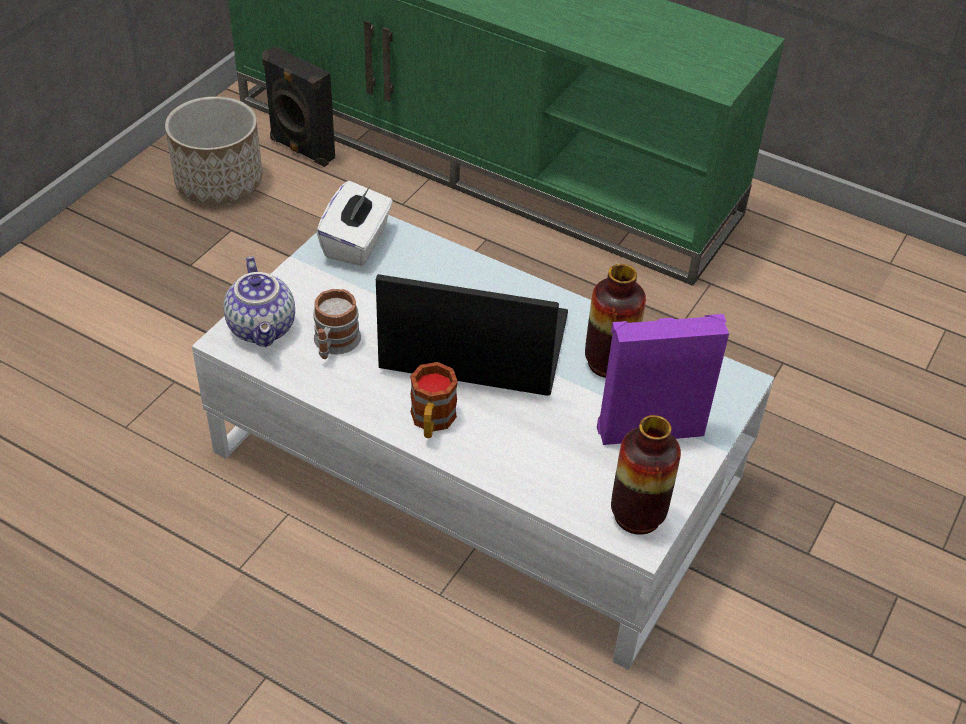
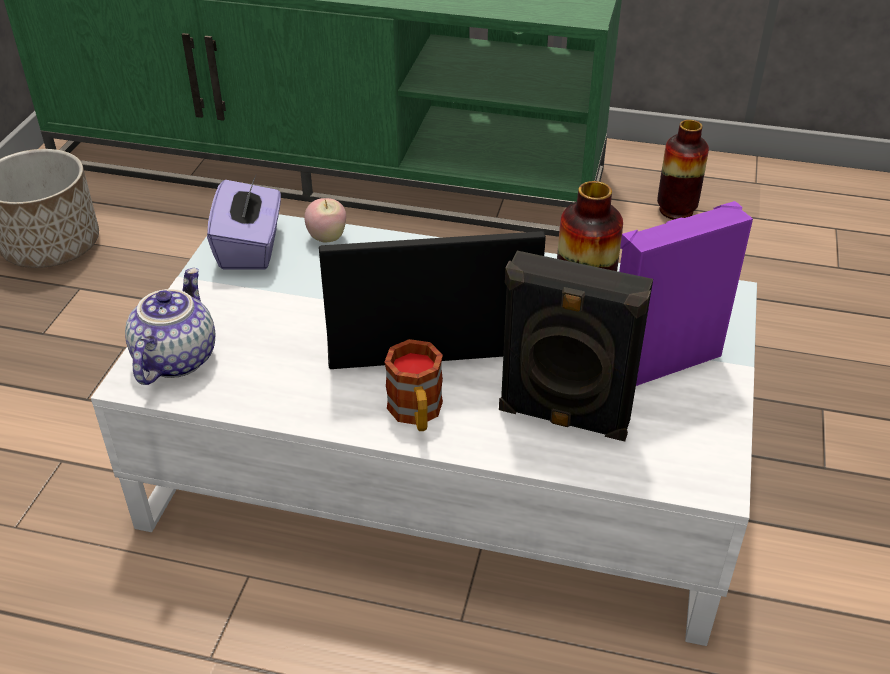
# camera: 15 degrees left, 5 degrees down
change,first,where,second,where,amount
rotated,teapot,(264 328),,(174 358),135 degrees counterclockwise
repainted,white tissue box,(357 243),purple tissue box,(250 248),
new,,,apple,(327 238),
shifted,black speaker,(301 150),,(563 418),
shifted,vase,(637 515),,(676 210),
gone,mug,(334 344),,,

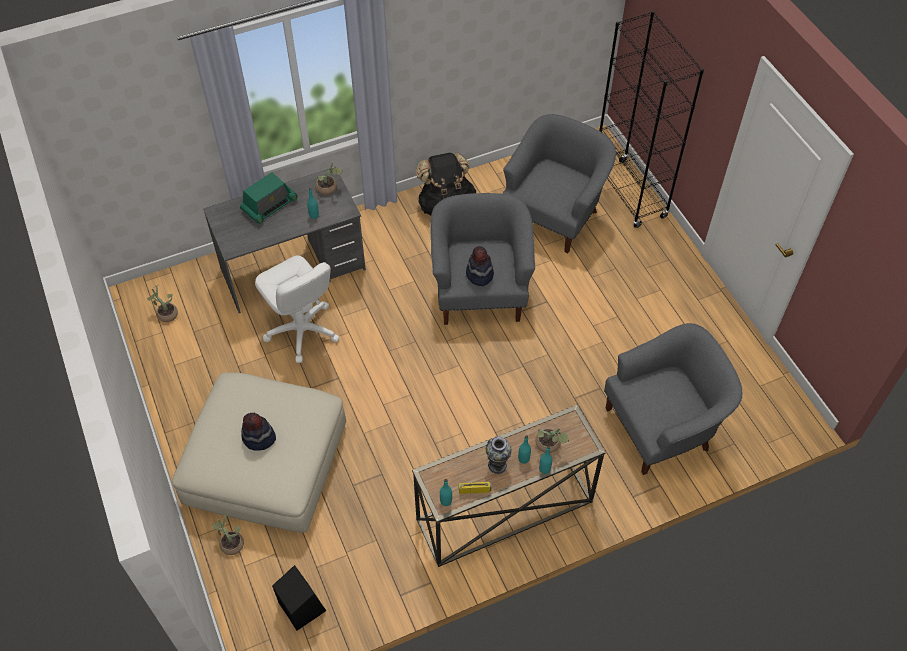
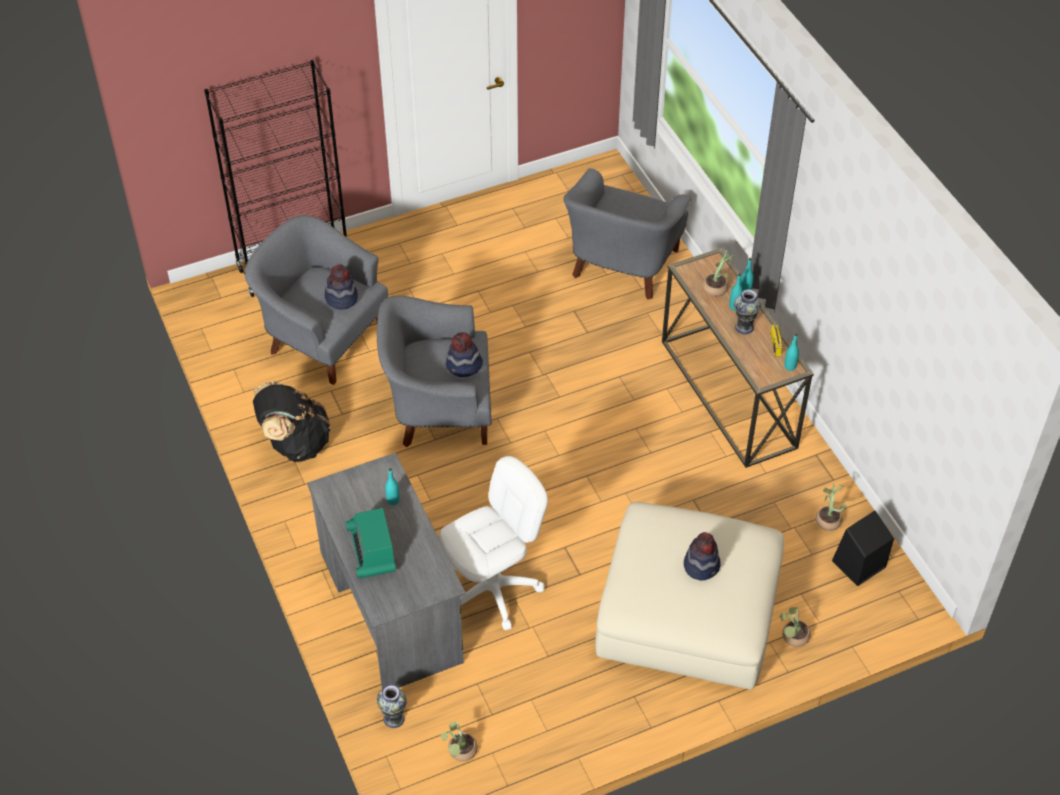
# camera: 90 degrees left, 5 degrees down
change,first,where,second,where,amount
new,,,hat,(341 298),
rotated,radio,(269 205),,(372 550),150 degrees counterclockwise
new,,,vase,(393 719),
rotated,grey armchair,(662 428),,(622 266),135 degrees counterclockwise
shifted,potted plant,(329 188),,(828 518),

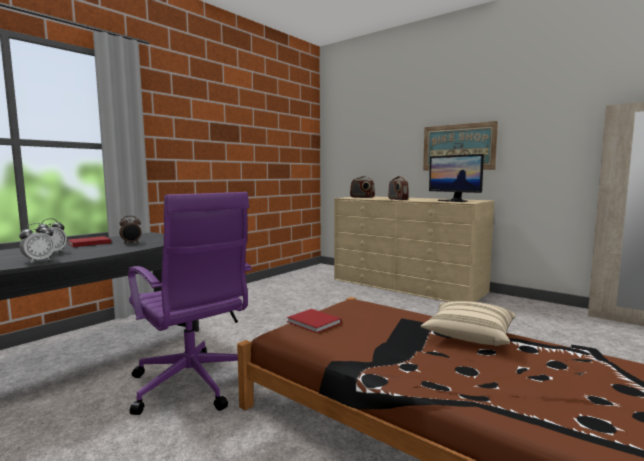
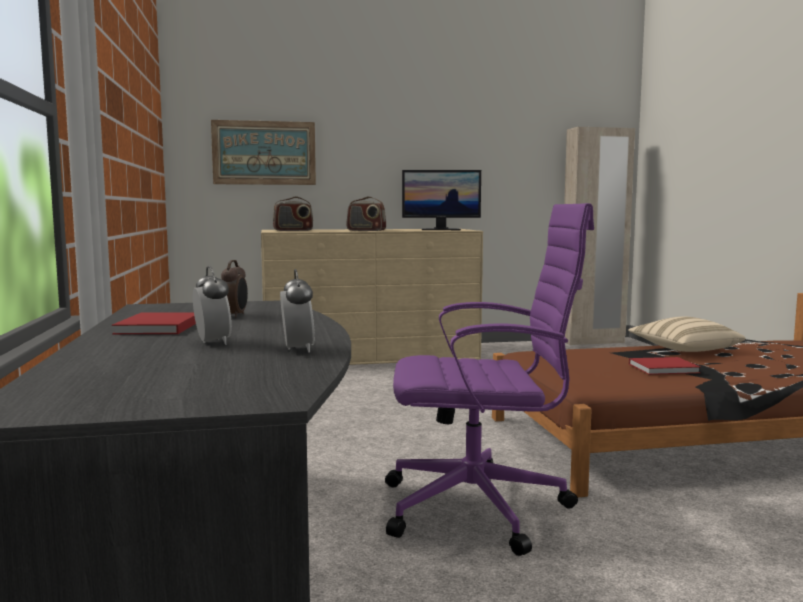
# camera: 50 degrees left, 0 degrees up
change,first,where,second,where,amount
shifted,picture,(458 147),,(264 153),
shifted,red book,(315 323),,(665 368),

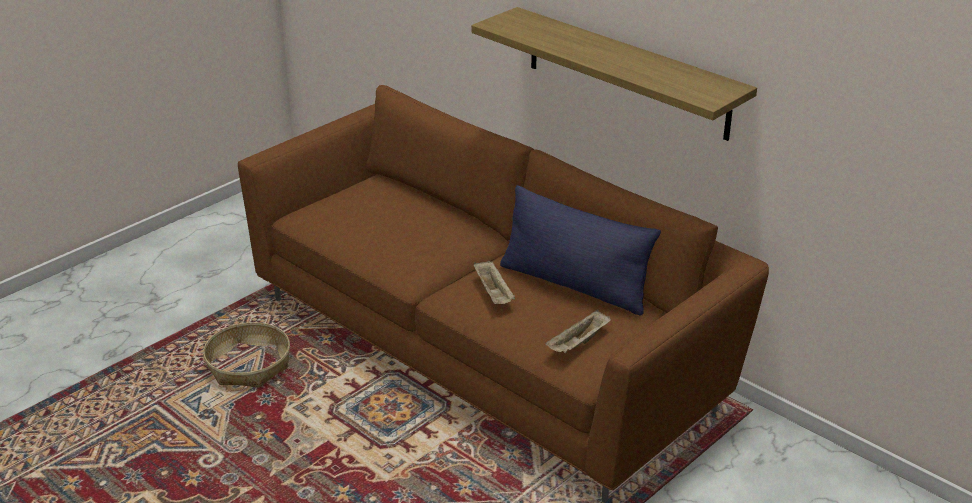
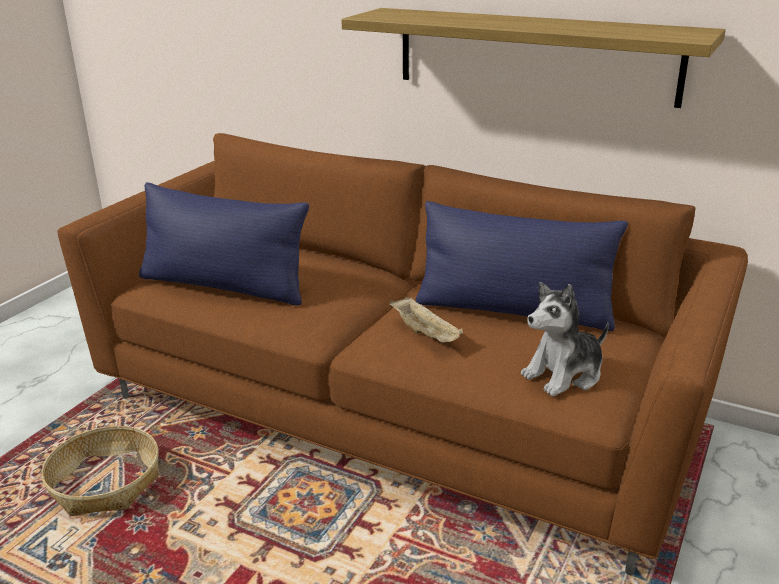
# camera: 15 degrees left, 5 degrees down
change,first,where,second,where,amount
new,,,blue pillow,(224 286),
swapped,beige tray,(578 344),plush toy,(564 375),

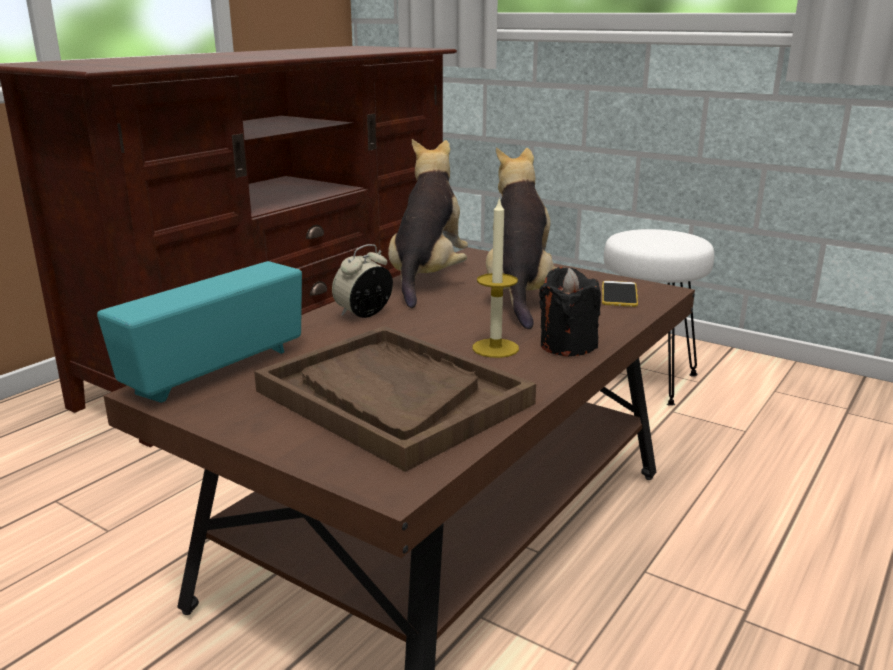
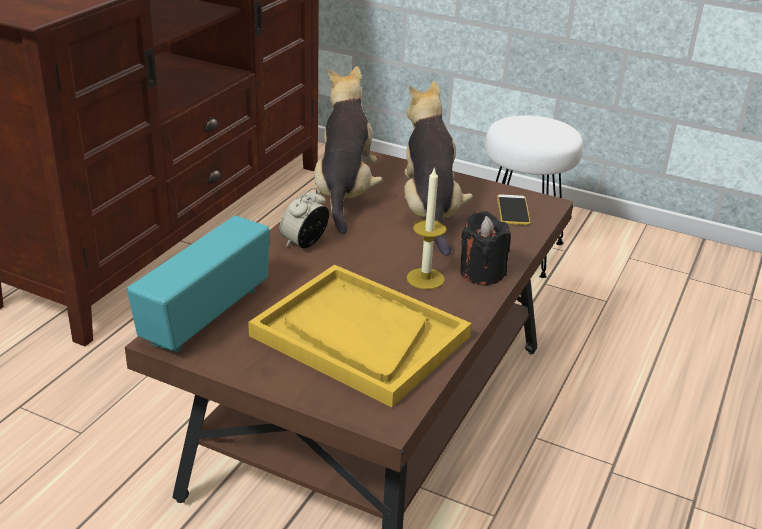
# camera: 10 degrees left, 10 degrees up
change,first,where,second,where,amount
repainted,brown tray,(392 397),yellow tray,(359 336),

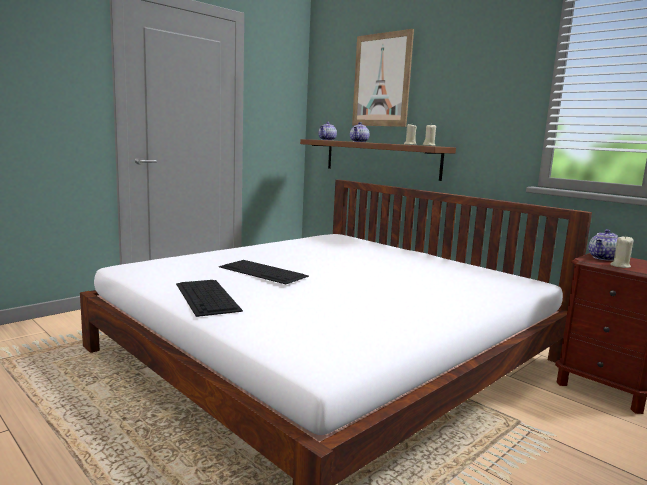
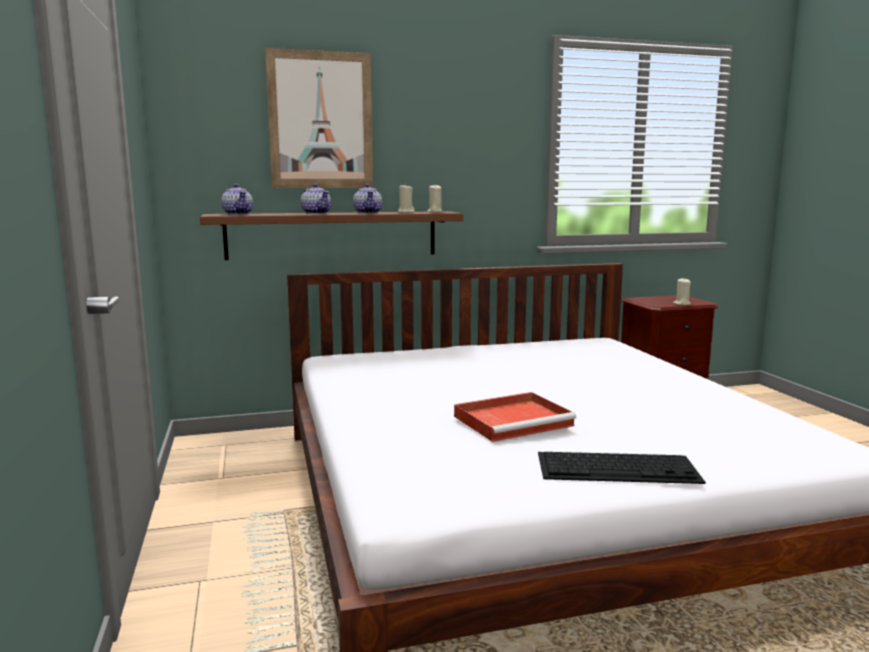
# camera: 60 degrees left, 0 degrees up
change,first,where,second,where,amount
shifted,teapot,(603 258),,(368 213),
swapped,keyboard,(264 271),red tray,(514 420),

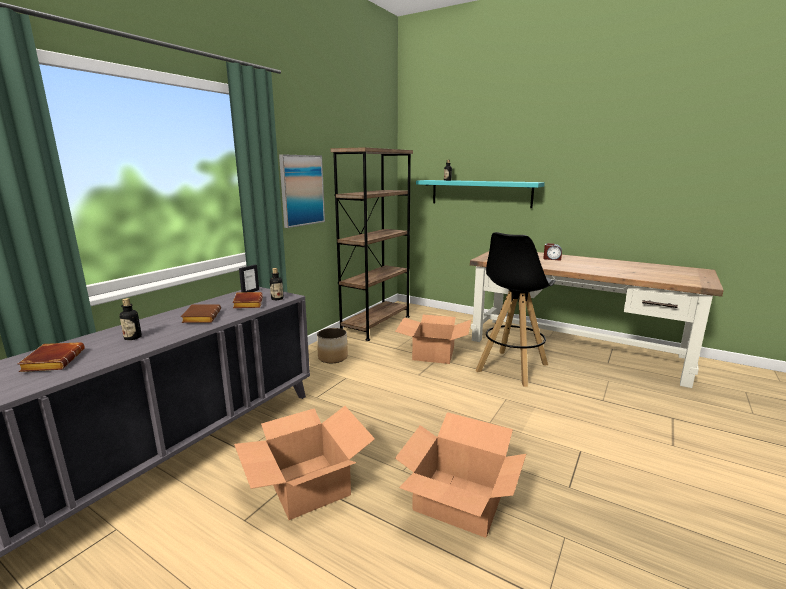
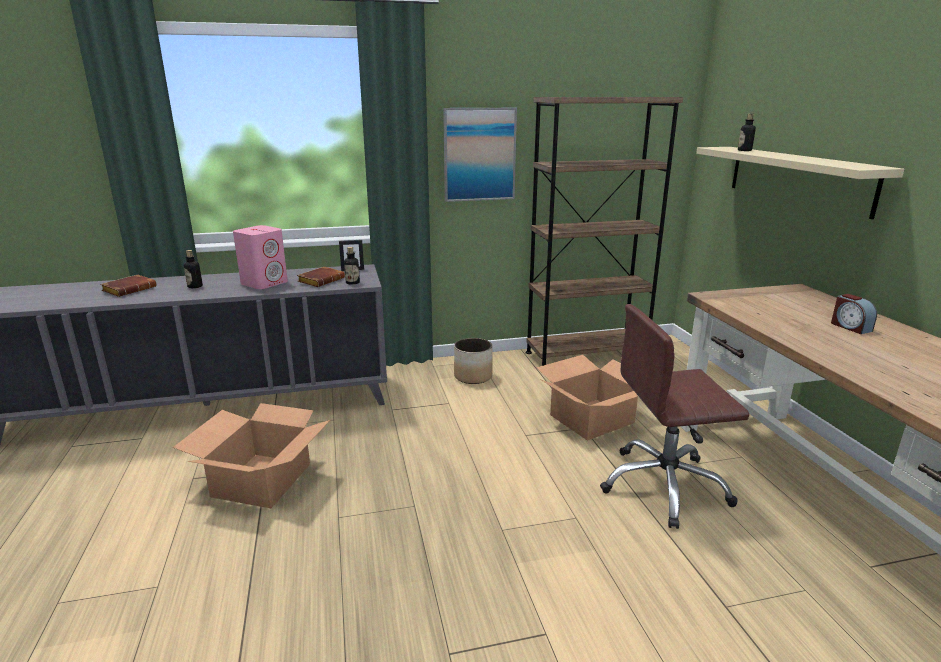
# camera: 45 degrees right, 5 degrees up
change,first,where,second,where,amount
swapped,brown book,(201 317),pink speaker,(265 283),
swapped,black stool,(511 368),brown office chair,(664 486),
repainted,turquoise shelf,(480 193),beige shelf,(797 178),
gone,cardboard box,(458 501),,,

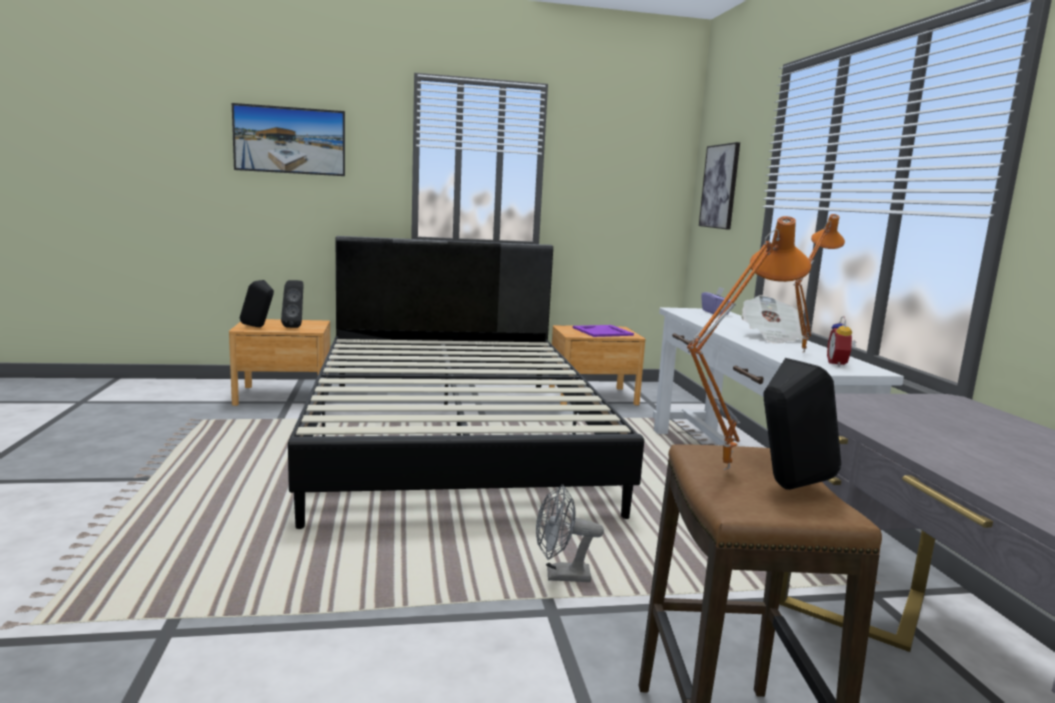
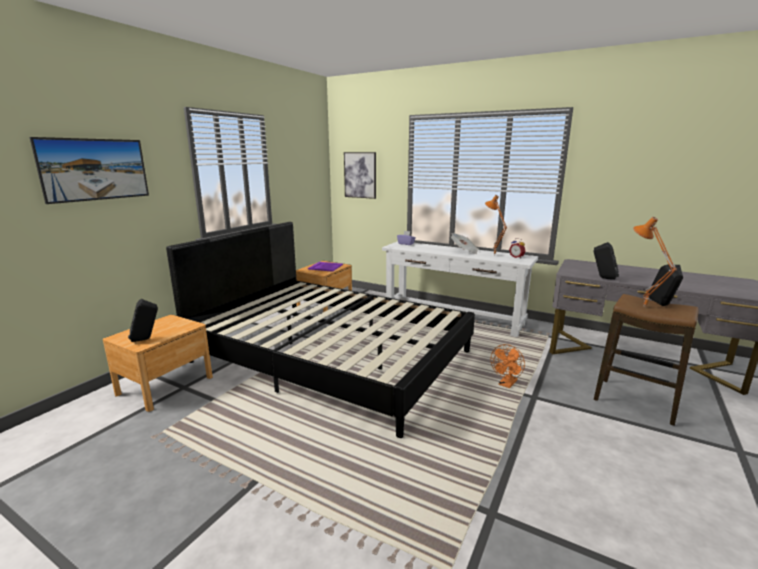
# camera: 50 degrees left, 5 degrees up
change,first,where,second,where,amount
repainted,grey fan,(560 575),orange fan,(506 384),
shifted,black speaker,(295 327),,(603 278),

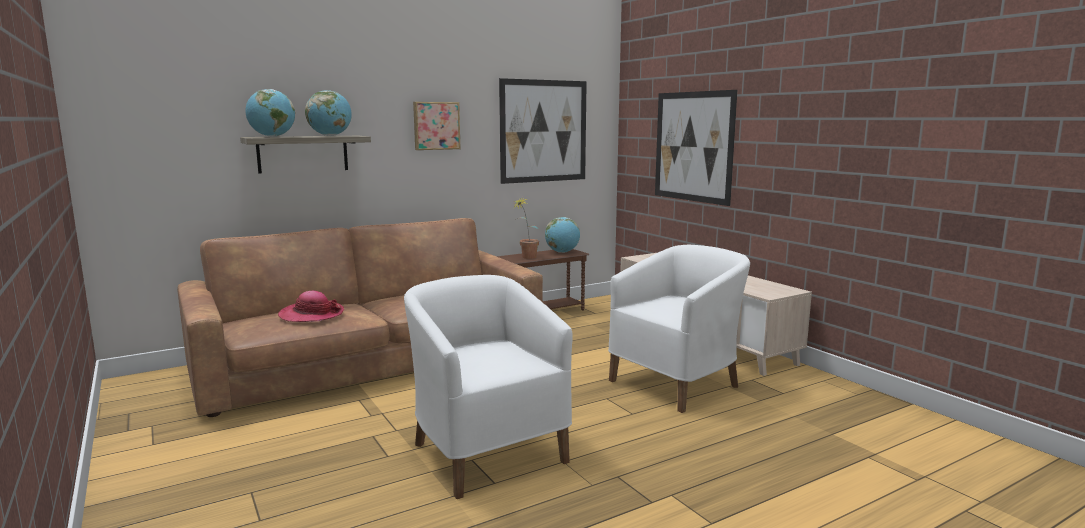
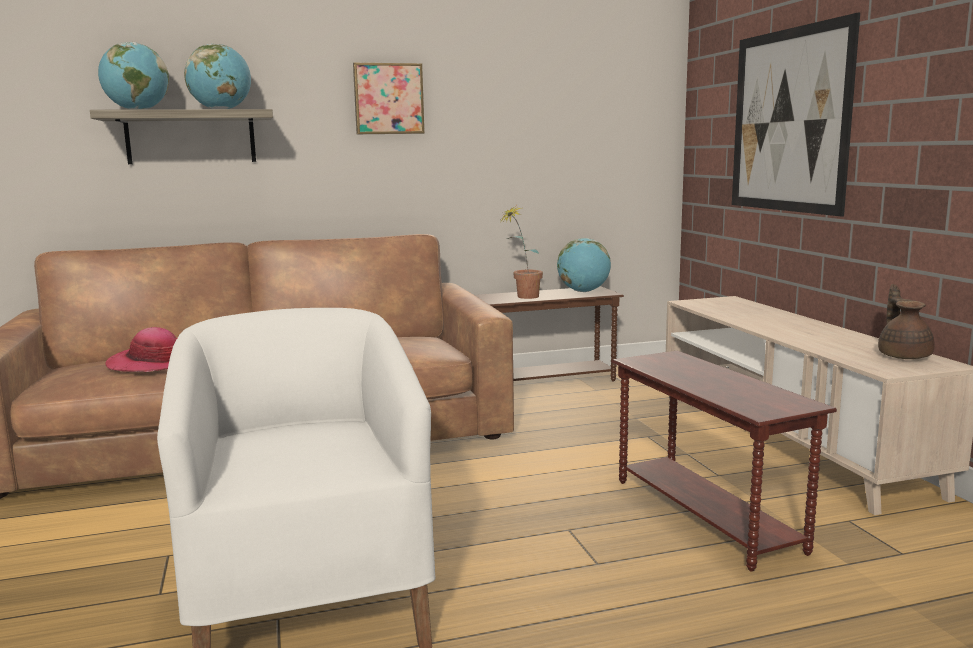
# camera: 15 degrees right, 0 degrees up
change,first,where,second,where,amount
swapped,white armchair,(677 383),brown side table,(706 515),
new,,,brown teapot,(903 355),
gone,picture,(544 131),,,

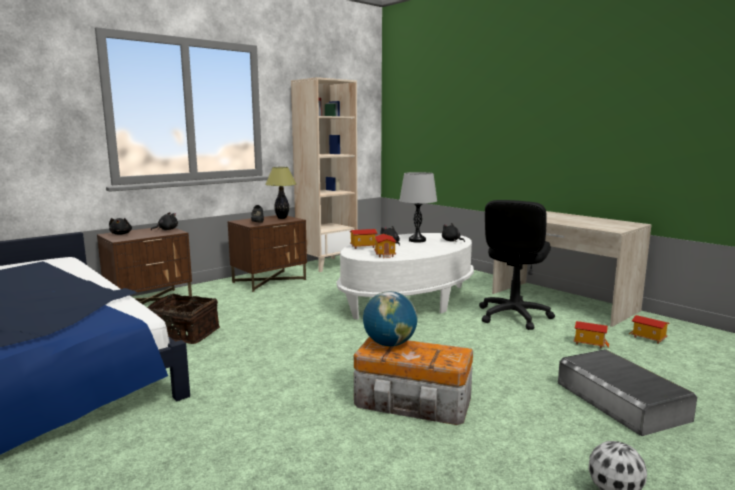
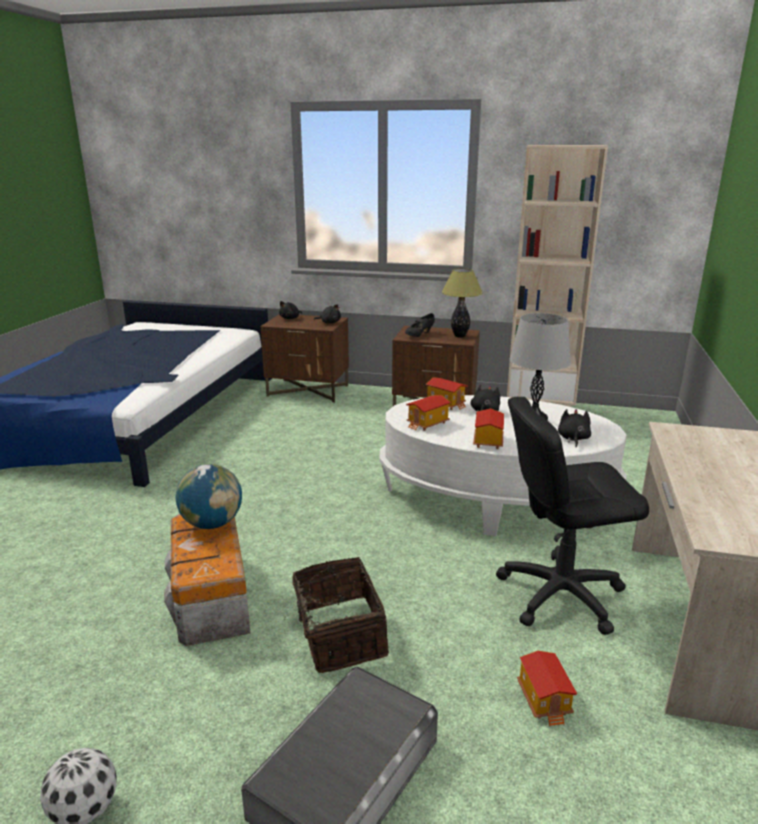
# camera: 55 degrees right, 10 degrees up
change,first,where,second,where,amount
shifted,basket,(184 334),,(338 636),
shifted,toy house,(648 338),,(487 441),

